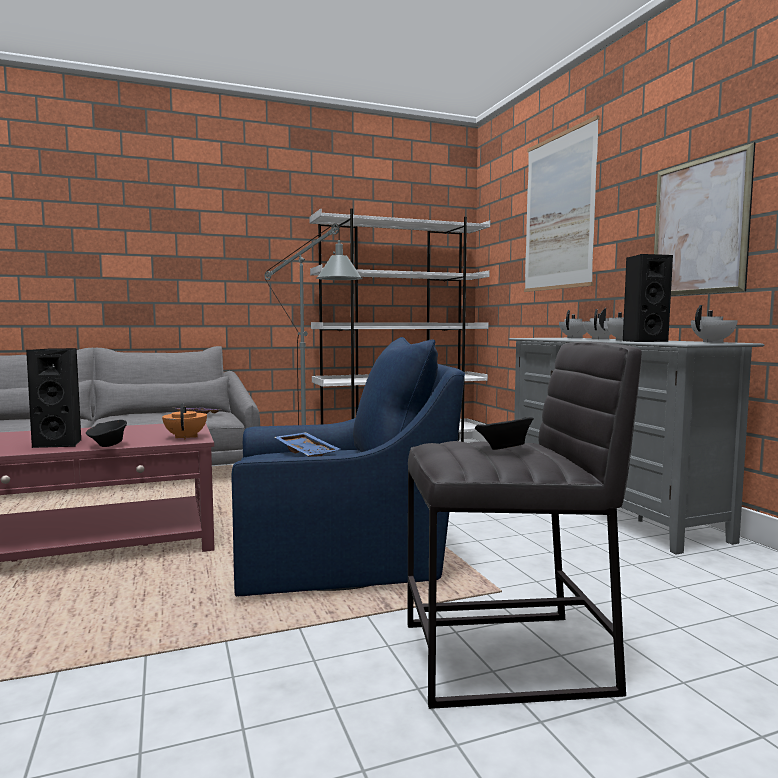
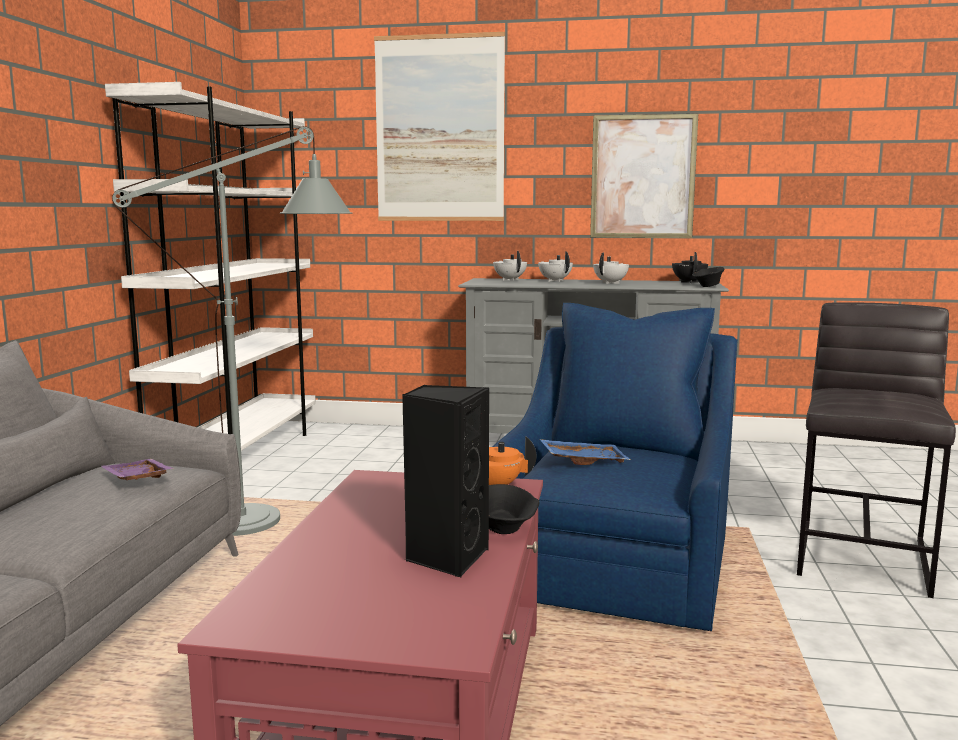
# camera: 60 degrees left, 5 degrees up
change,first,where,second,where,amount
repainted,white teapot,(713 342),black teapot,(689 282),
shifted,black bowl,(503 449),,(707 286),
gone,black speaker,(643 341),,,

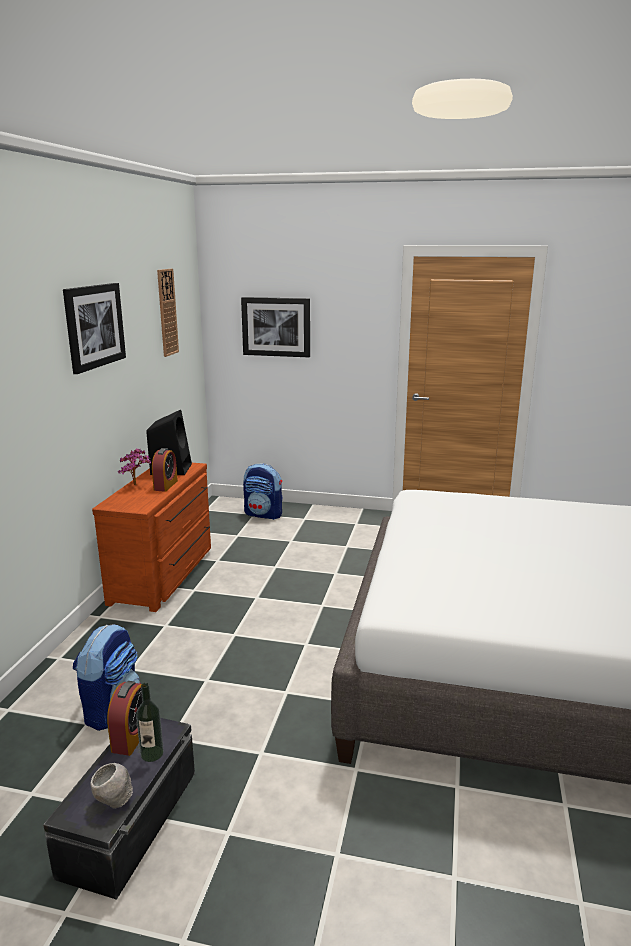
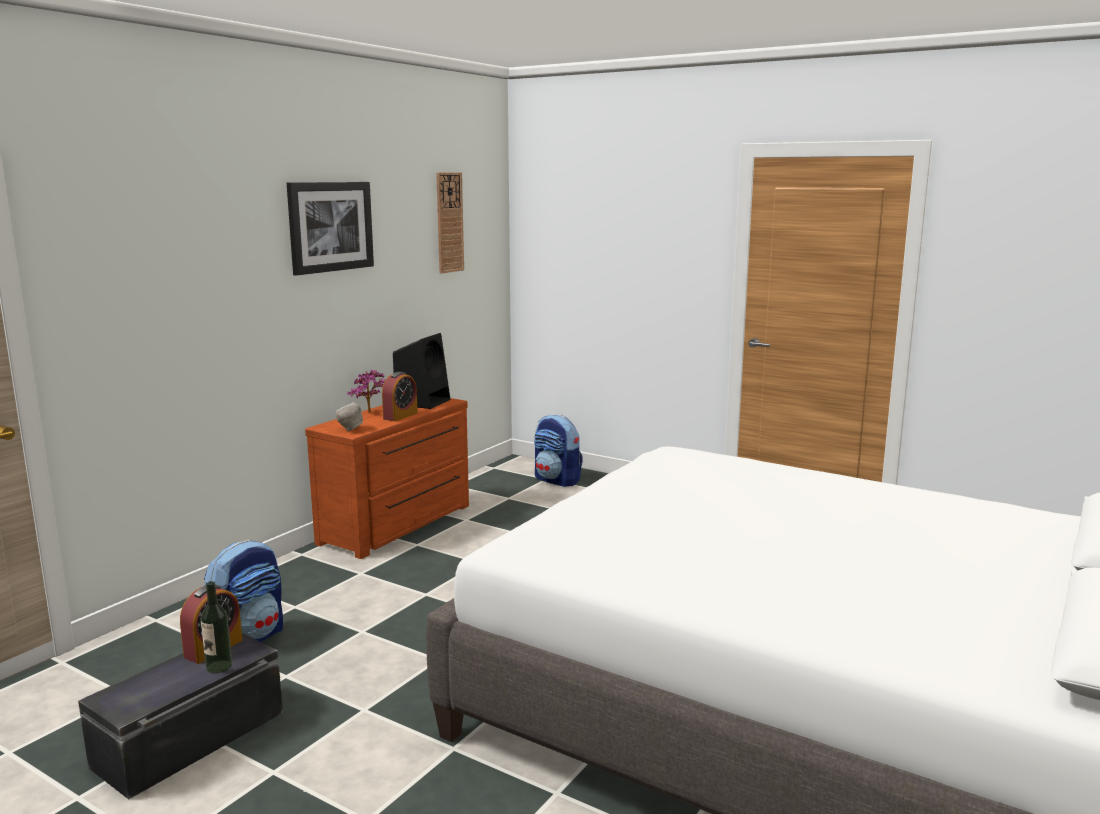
# camera: 20 degrees right, 5 degrees down
change,first,where,second,where,amount
shifted,grey bowl,(113 802),,(350 430),
gone,picture,(276 327),,,

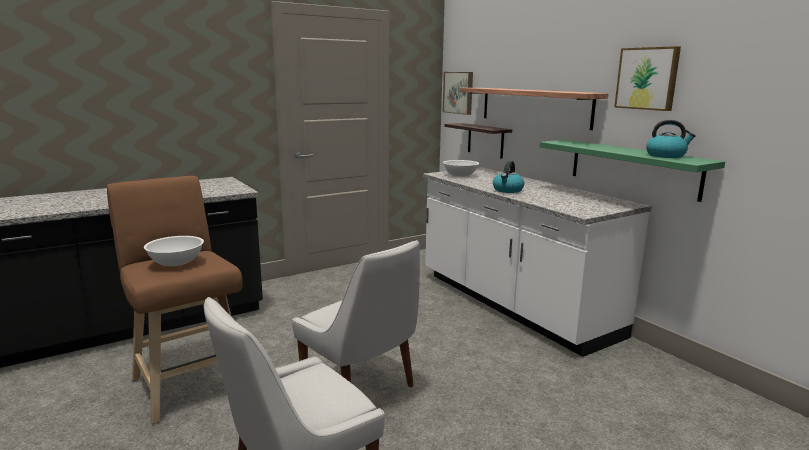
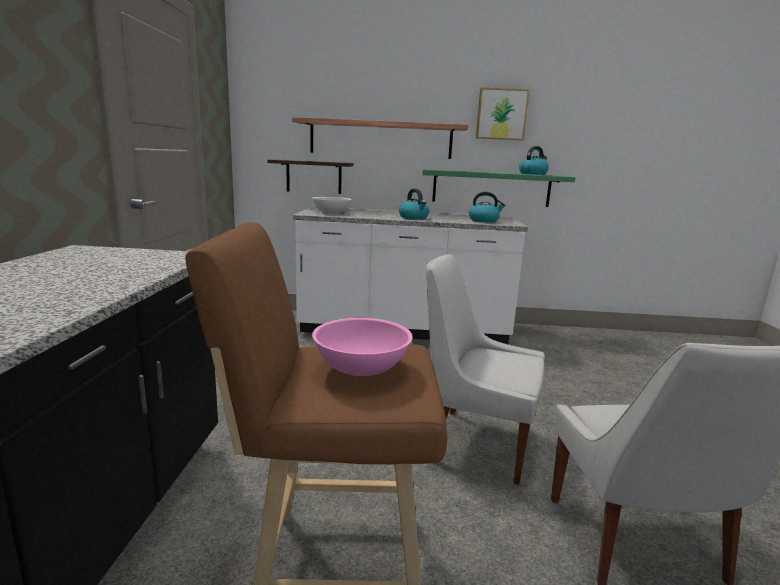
# camera: 55 degrees left, 0 degrees up
change,first,where,second,where,amount
repainted,white bowl,(176 263),pink bowl,(361 368),
rotated,white chair,(361 389),,(475 443),150 degrees counterclockwise
new,,,kettle,(484 221),
gone,picture,(459 92),,,

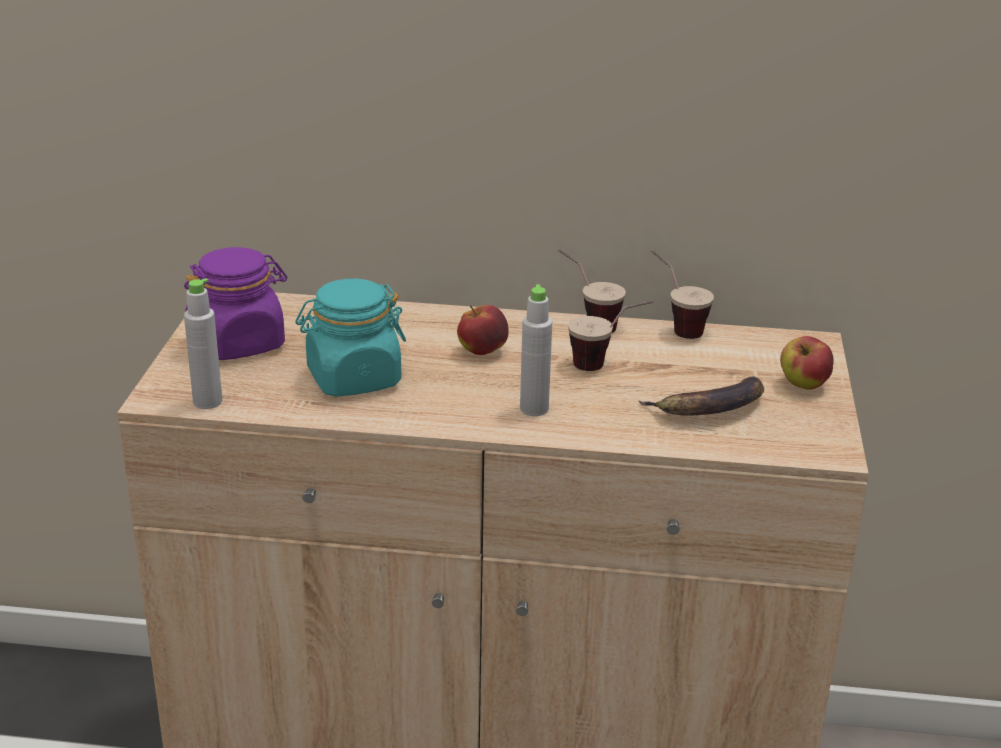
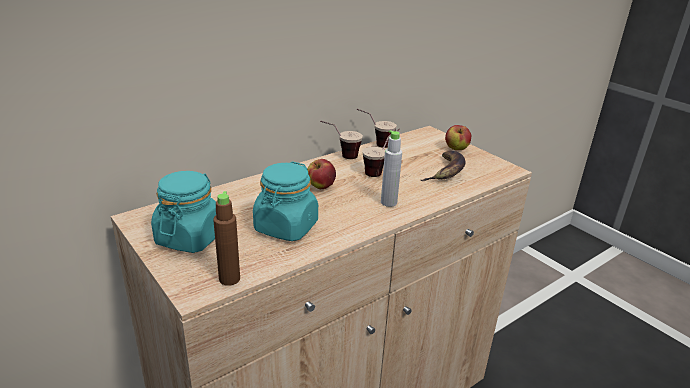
# camera: 45 degrees left, 0 degrees up
change,first,where,second,where,amount
repainted,purple jar,(239 343),turquoise jar,(190 237),
repainted,grey bottle,(207 402),brown bottle,(229 279),

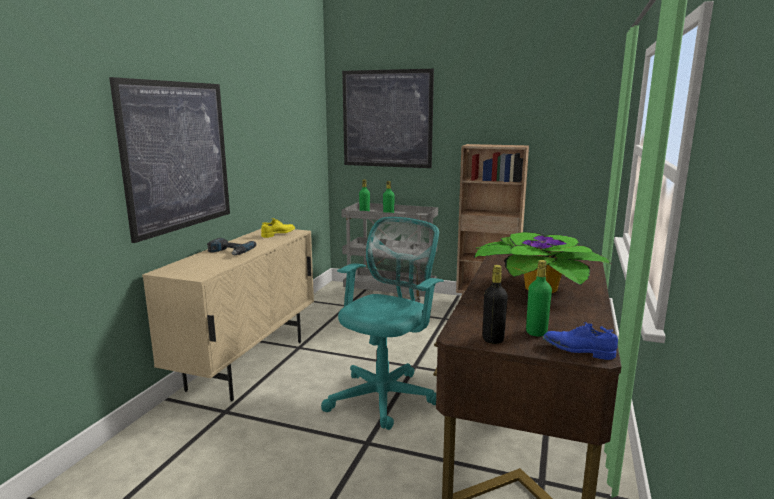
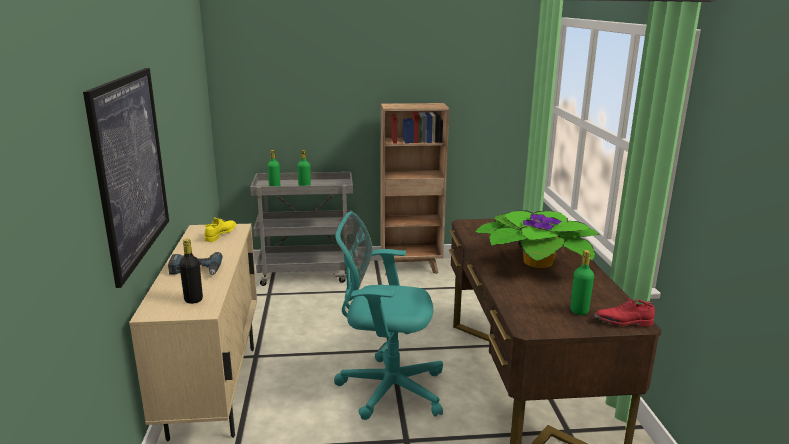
# camera: 25 degrees left, 5 degrees up
change,first,where,second,where,amount
shifted,black bottle,(493 339),,(193 299),
rotated,turquoise office chair,(385 396),,(387 388),90 degrees counterclockwise
repainted,blue shoe,(578 351),red shoe,(623 322),
gone,picture,(387 119),,,

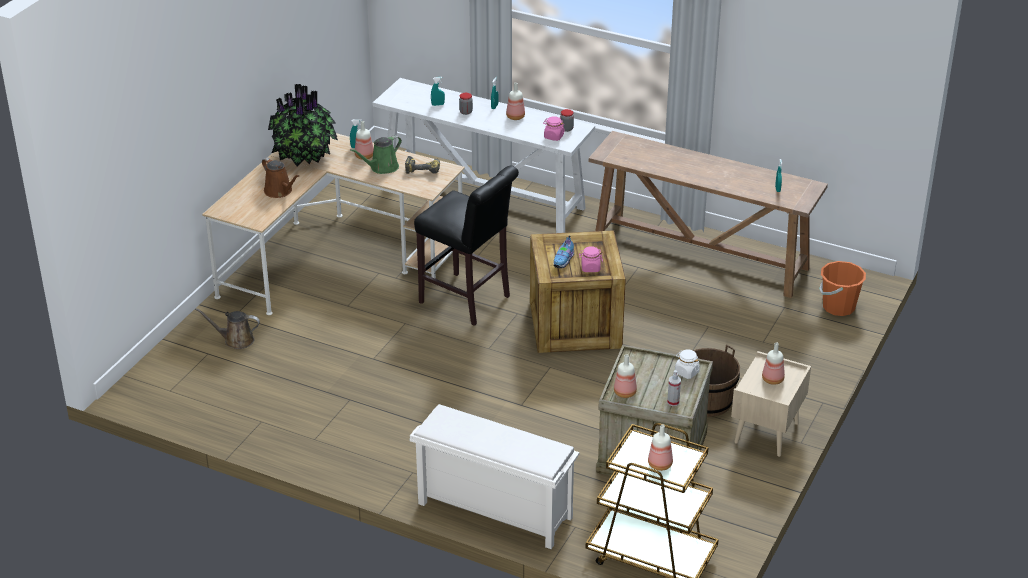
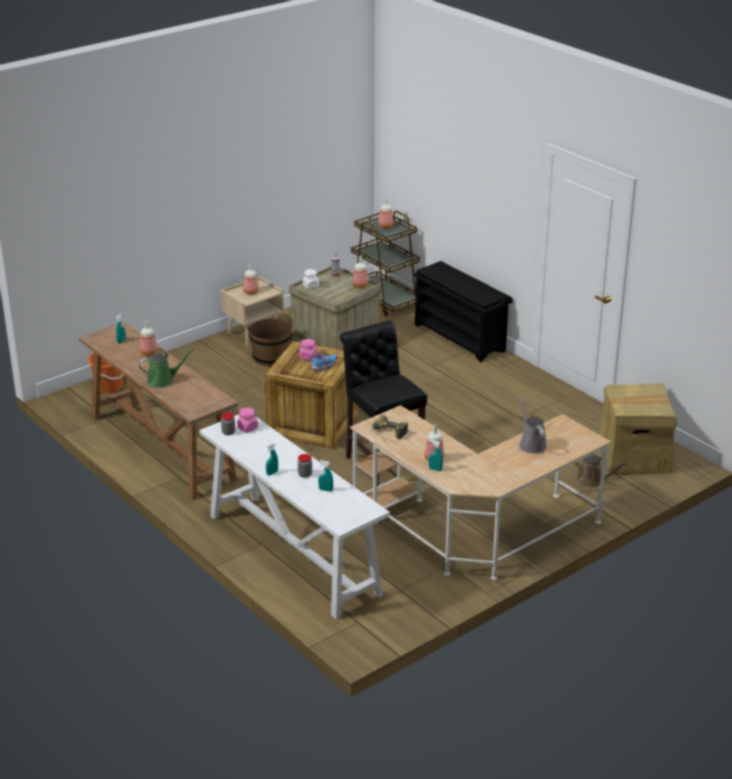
# camera: 155 degrees left, 5 degrees down
change,first,where,second,where,amount
shifted,green watering can,(382 168),,(163 380),
shifted,bottle,(515 117),,(149 352),
repainted,white shoe rack,(493 511),black shoe rack,(460 338),
repainted,brown watering can,(280 191),grey watering can,(531 444),
new,,,cardboard box,(634 455),
gone,potted plant,(305 157),,,

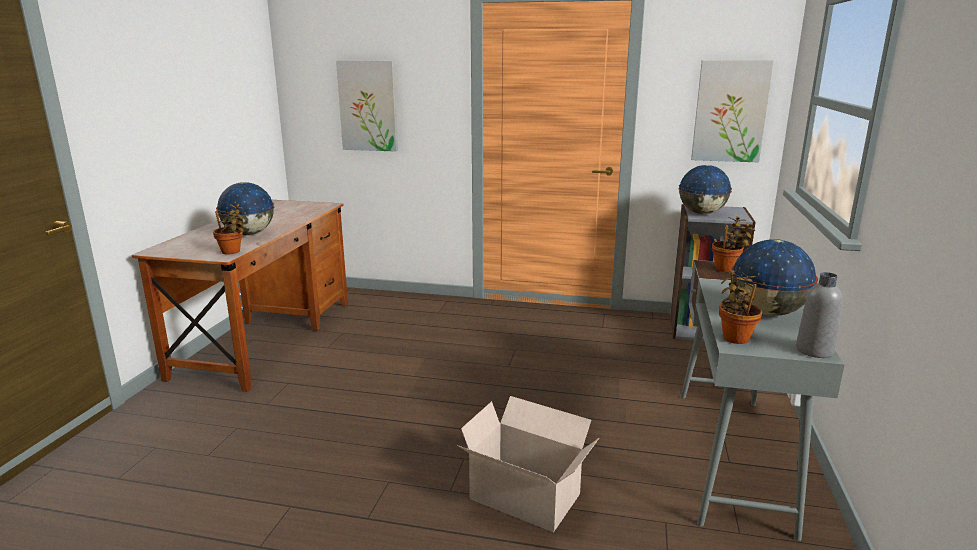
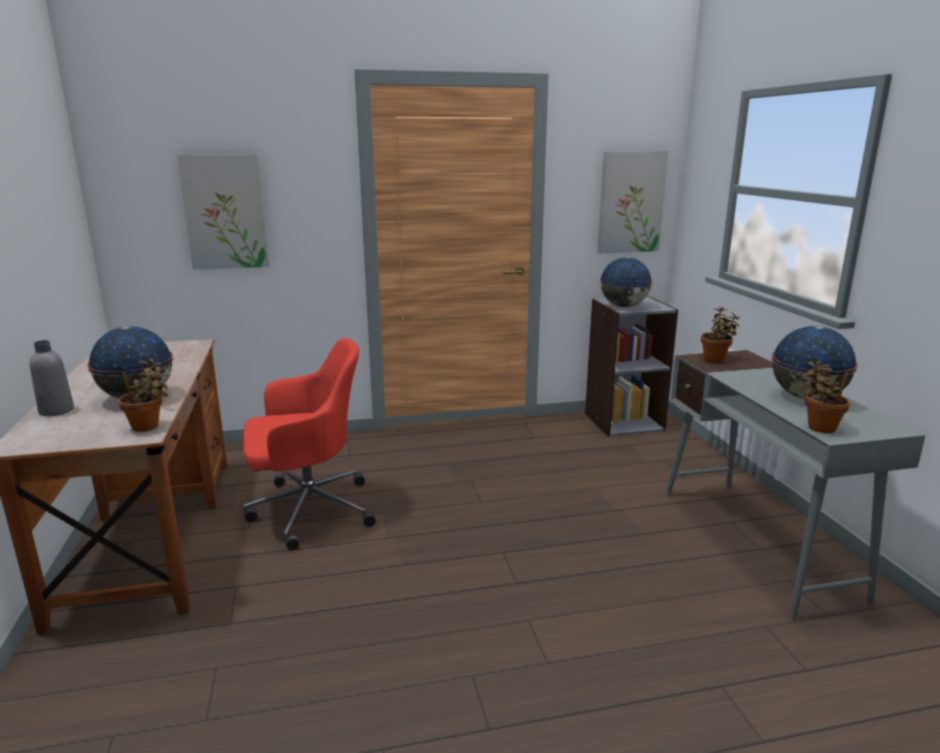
# camera: 25 degrees left, 0 degrees up
change,first,where,second,where,amount
shifted,grey bottle,(814 351),,(56 411),
new,,,red office chair,(308 510),
gone,cardboard box,(527 498),,,

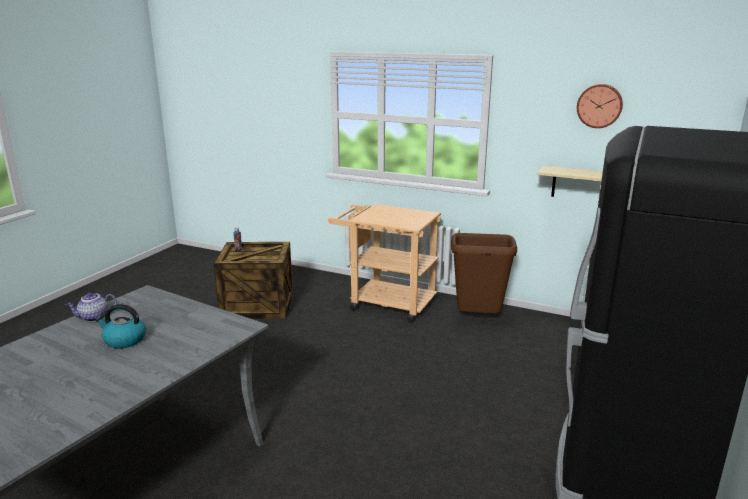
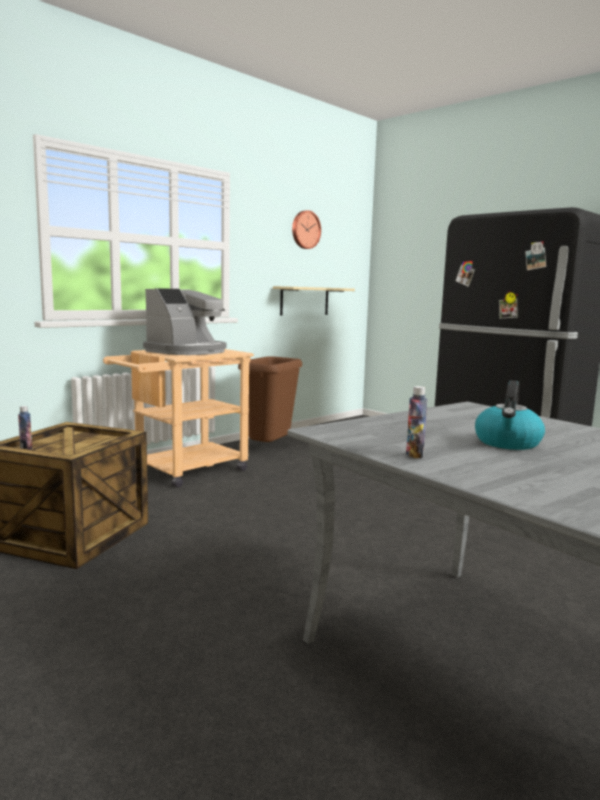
# camera: 70 degrees left, 10 degrees down
change,first,where,second,where,amount
new,,,coffee machine,(188 351),
swapped,teapot,(93 317),bottle,(414 455),

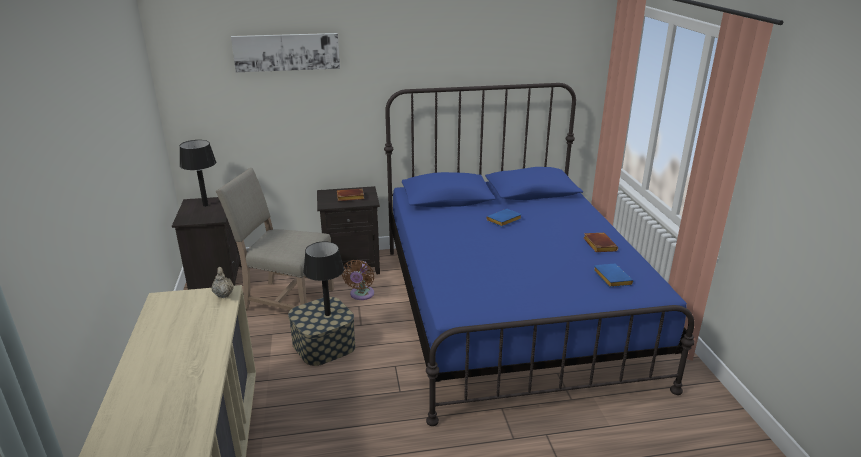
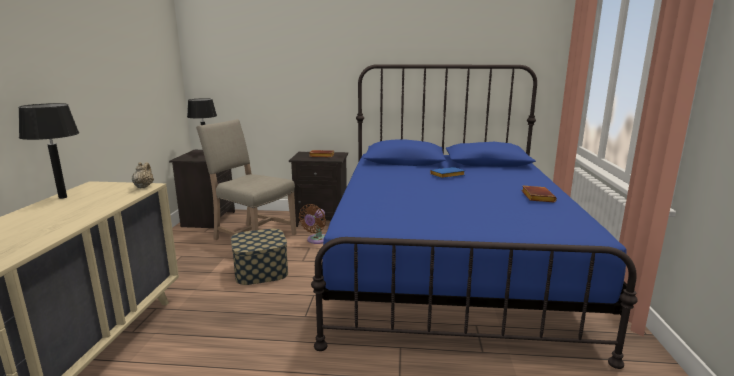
# camera: 15 degrees right, 10 degrees down
change,first,where,second,where,amount
shifted,black table lamp,(328 314),,(63 197),
gone,picture,(286 52),,,
gone,blue book,(610 278),,,

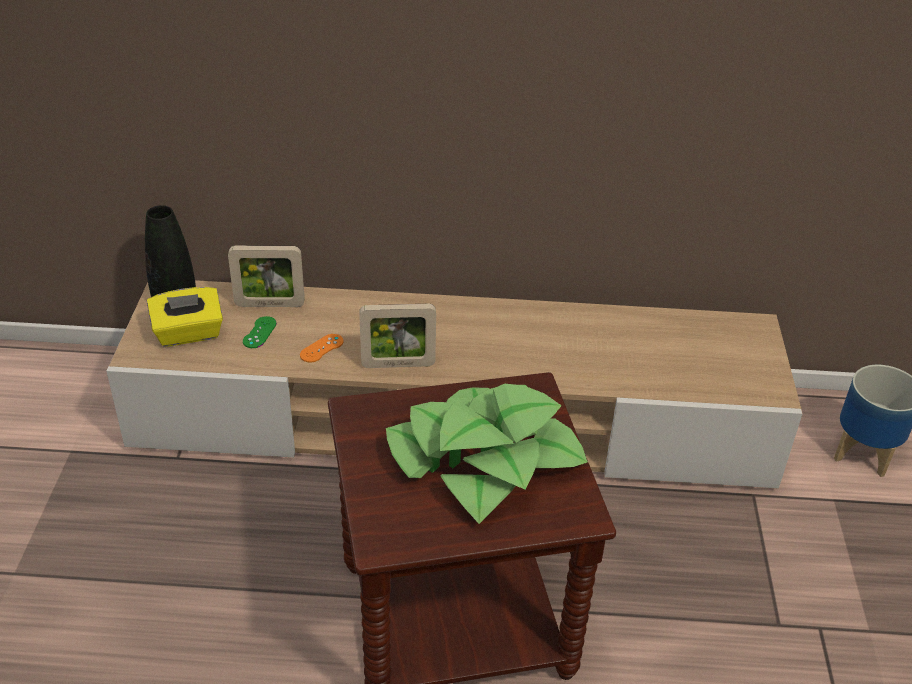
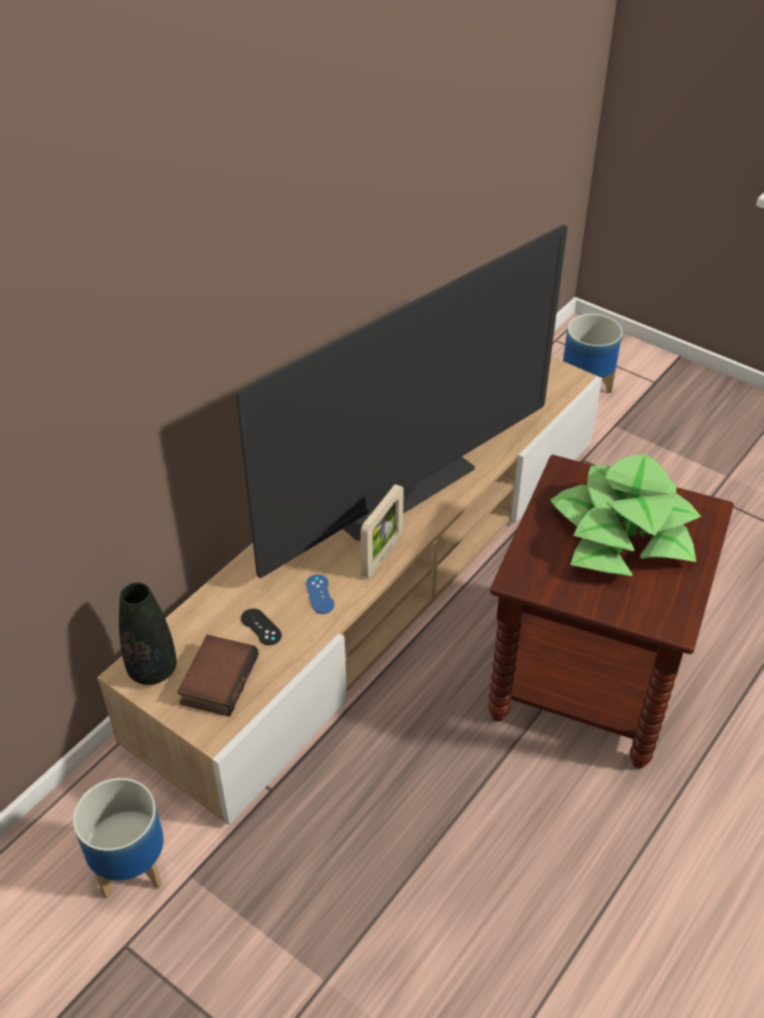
# camera: 55 degrees left, 5 degrees up
change,first,where,second,where,amount
new,,,planter,(132 867),
swapped,yellow tissue box,(189 334),book,(217 679),
new,,,television,(408 496),
repainted,green game controller,(259 332),black game controller,(261 627),
repainted,orange game controller,(321 348),blue game controller,(320 594),
gone,picture frame,(270 304),,,

